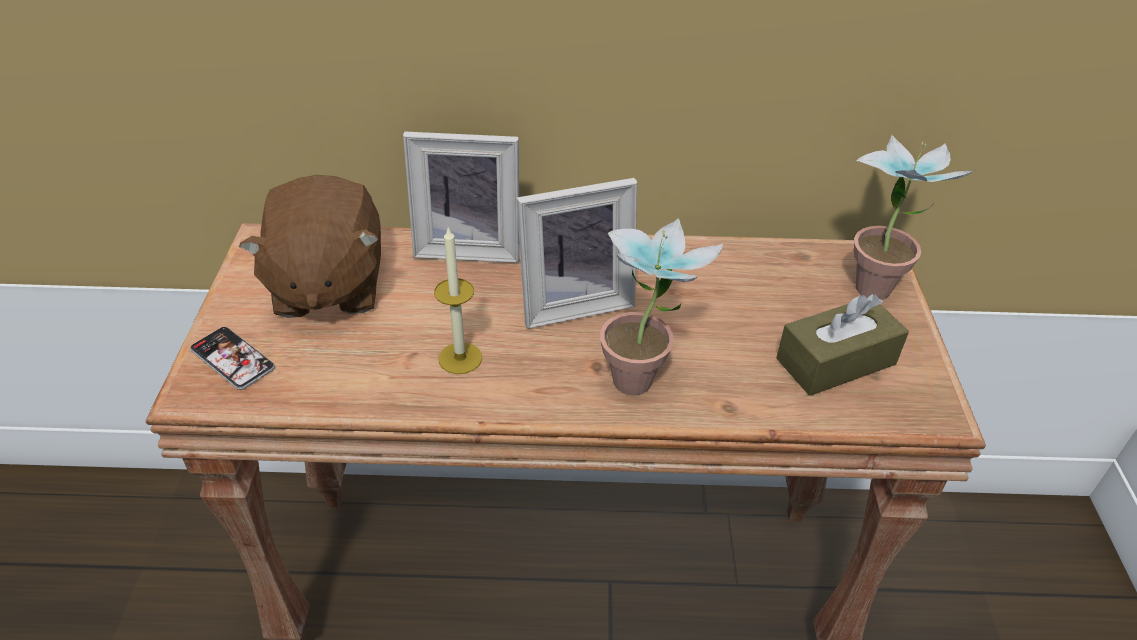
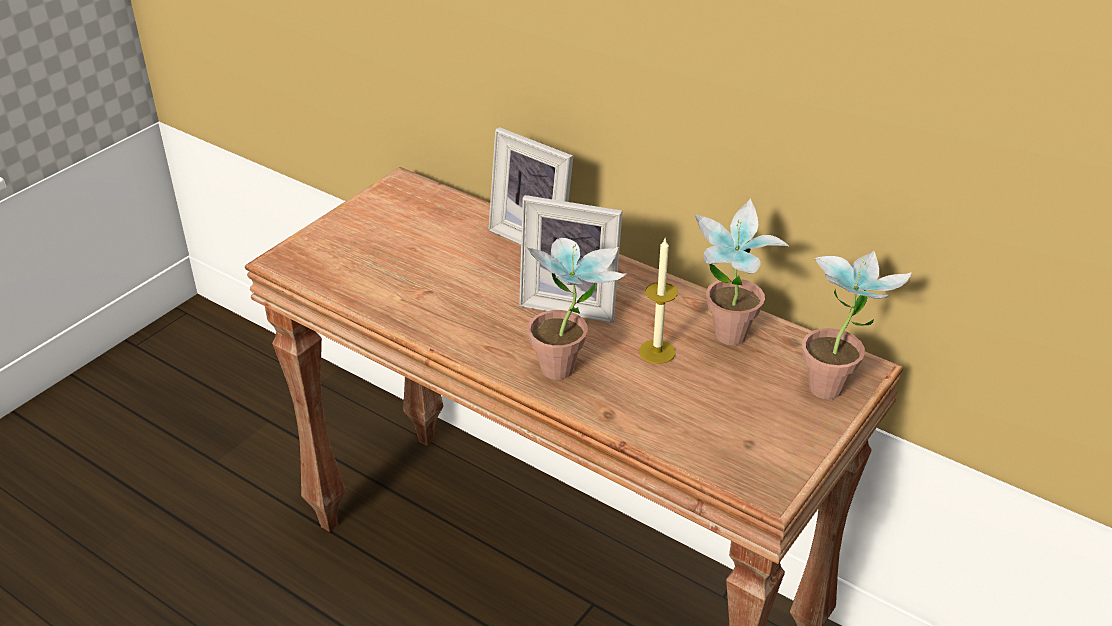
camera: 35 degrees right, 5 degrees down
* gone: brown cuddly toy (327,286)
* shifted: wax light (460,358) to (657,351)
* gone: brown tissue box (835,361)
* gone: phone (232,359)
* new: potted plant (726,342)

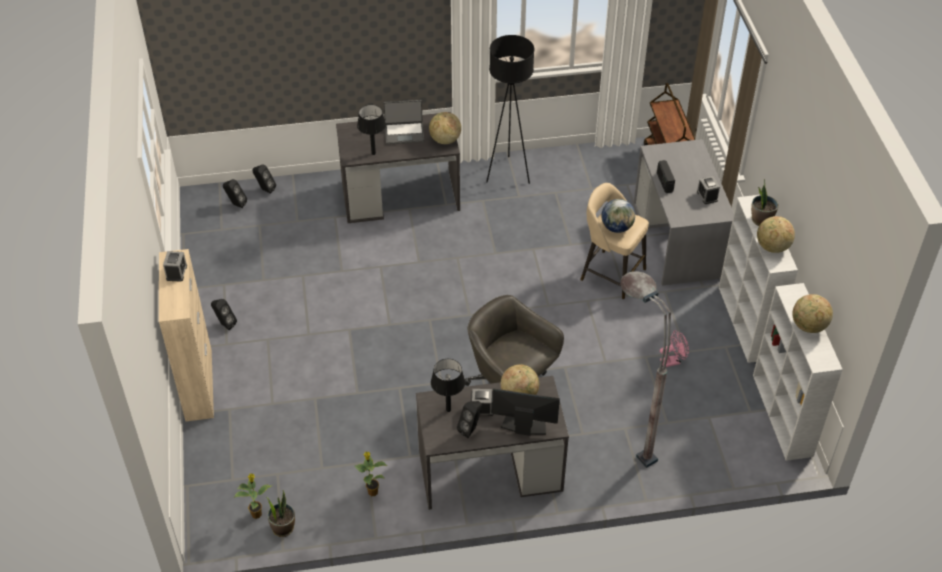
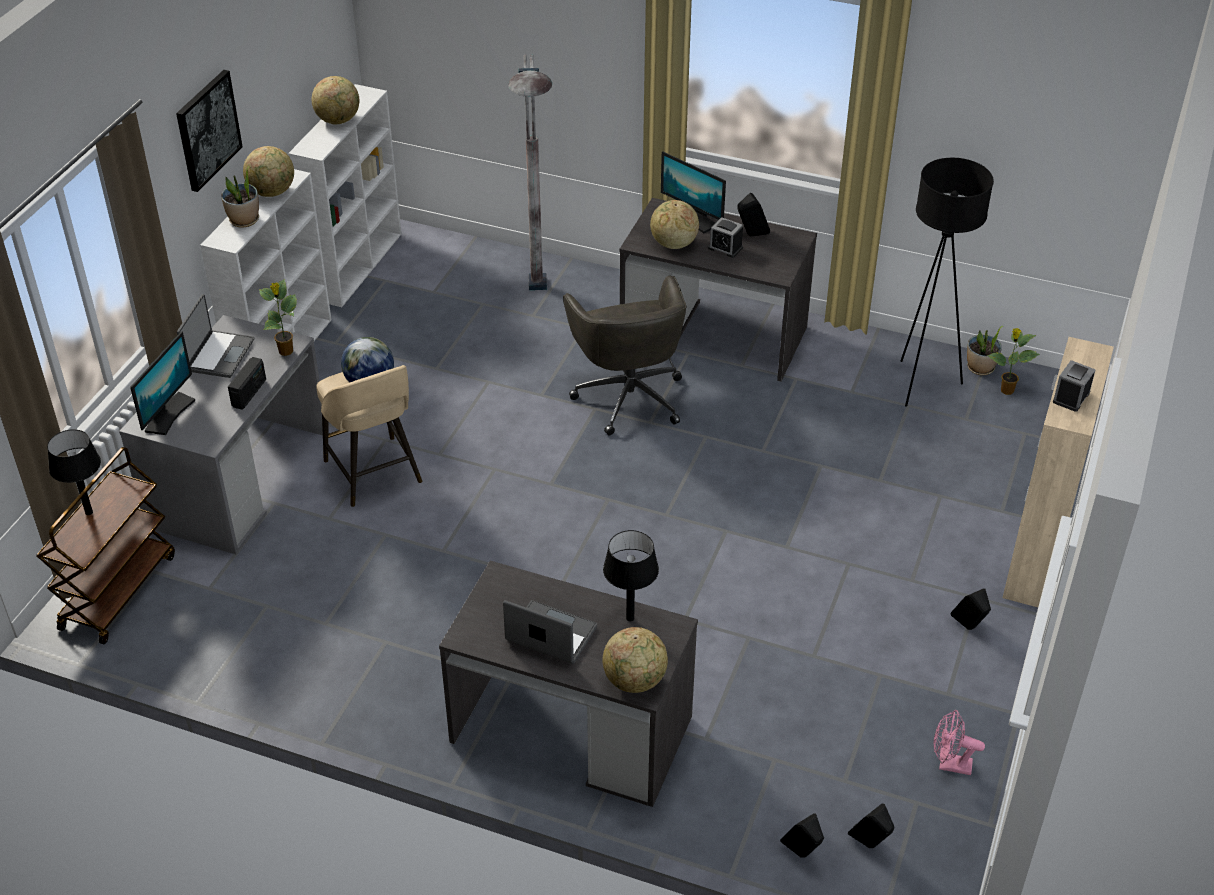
camera: 150 degrees left, 5 degrees down
* shifted: black-coloured standing lamp (508,173) to (922,384)
* shifted: globe (445,140) to (635,680)
* swapped: alarm clock (707,196) to notebook computer (219,355)
* shifted: pink-coloured cooling fan (673,361) to (949,765)
* shifted: black-coloured tabletop lamp (448,409) to (88,512)
* shifted: potted plant (372,491) to (286,352)
* new: wall picture (207,130)
* new: monitor (168,414)

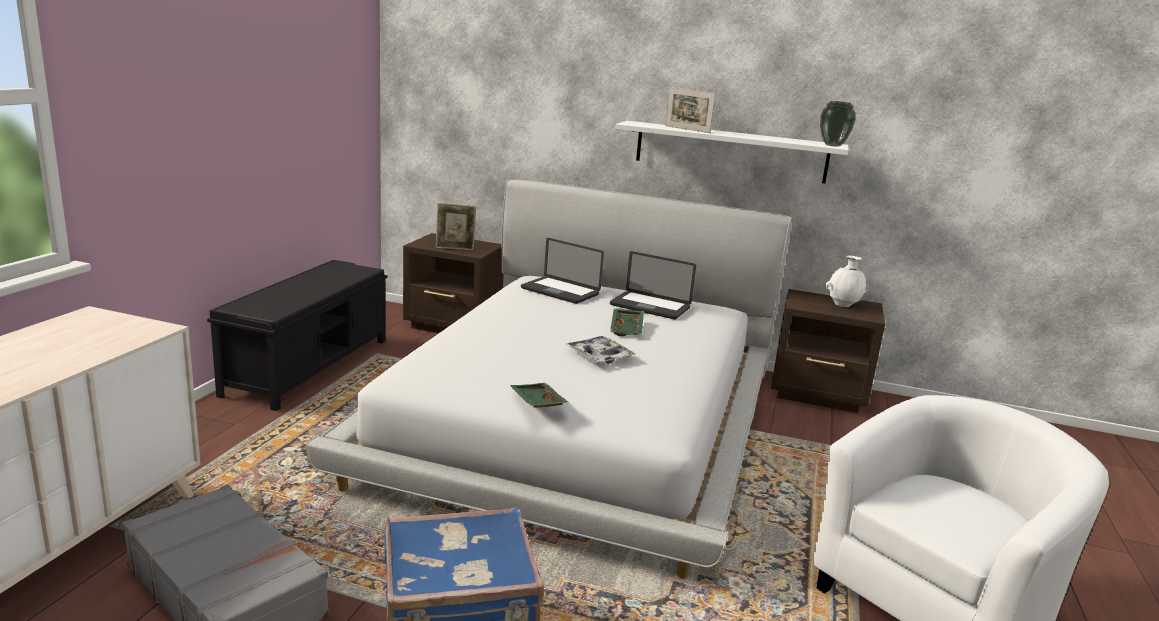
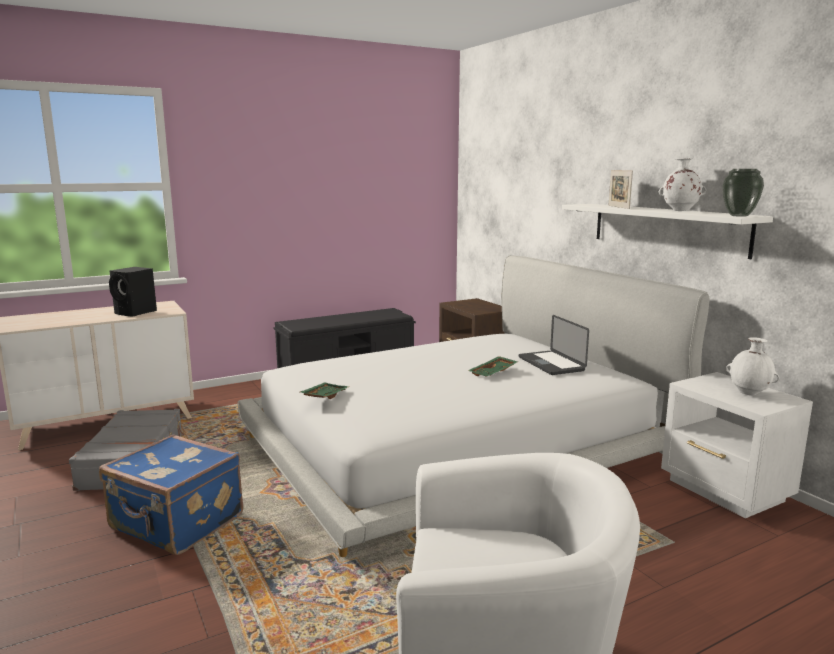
camera: 45 degrees right, 5 degrees down
* gone: standing frame (455,248)
* gone: notebook computer (560,291)
* repainted: brown nightstand (819,395) to white-coloured nightstand (726,491)
* gone: tray (599,356)
* new: white-coloured decorative vase (680,211)
* new: black-coloured audio speaker (136,312)

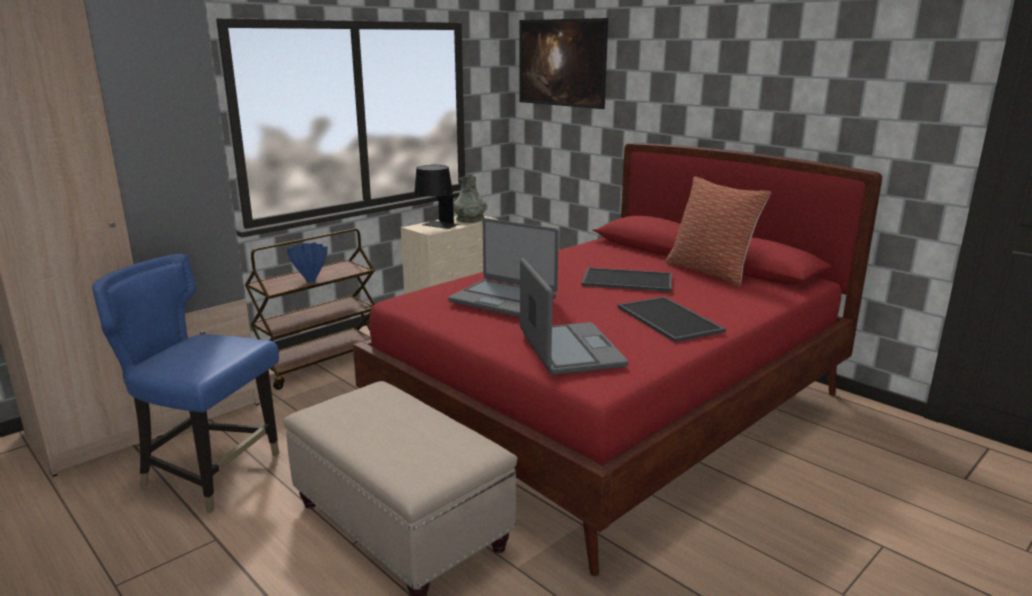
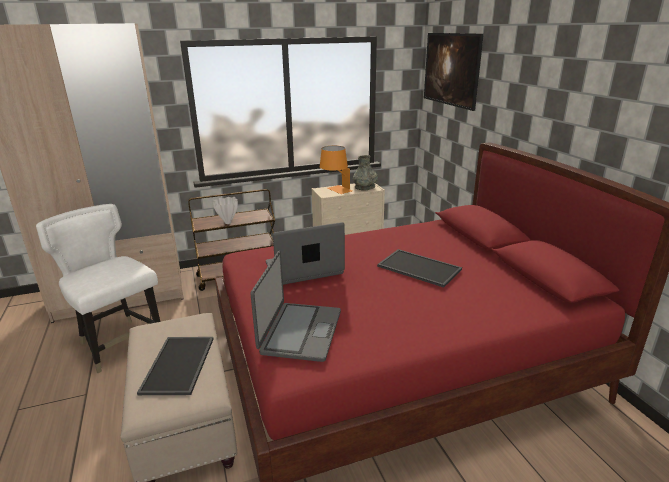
camera: 25 degrees right, 5 degrees up
* repainted: black-coloured tabletop lamp (436,226) to orange-coloured tabletop lamp (335,190)
* gone: cushion (711,271)
* rotated: notebook computer (503,299) = (304,269) 105 degrees clockwise
* repainted: blue-coloured decorative vase (310,281) to white-coloured decorative vase (227,223)
* repainted: blue-coloured plain chair (210,473) to white-coloured plain chair (120,344)
* shifted: tray (671,319) to (179,365)

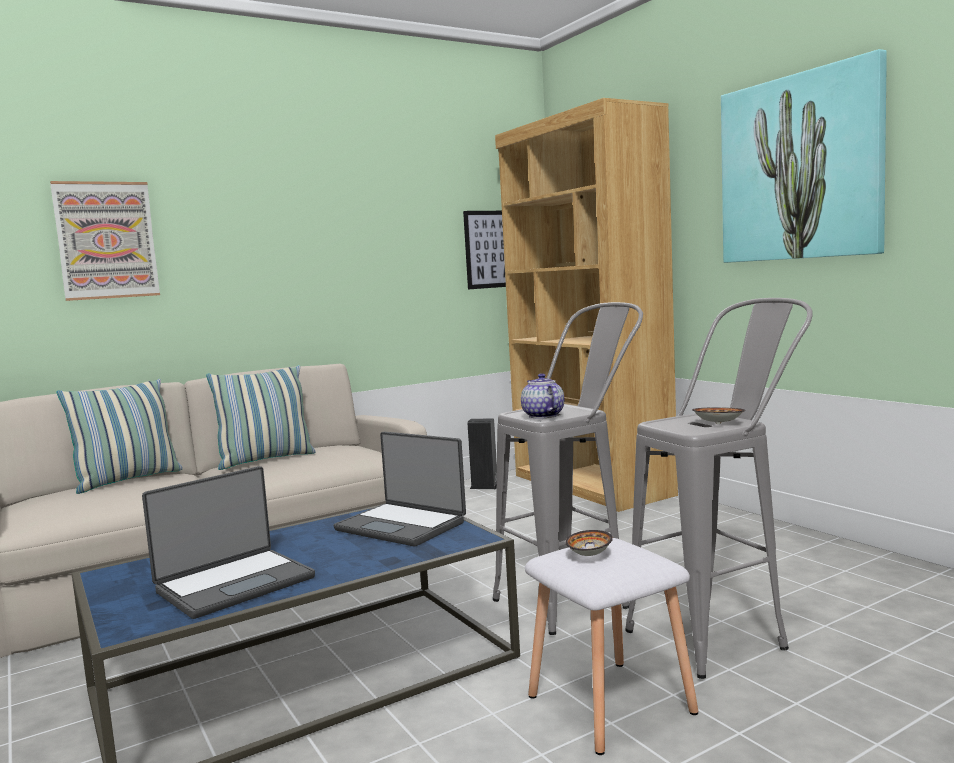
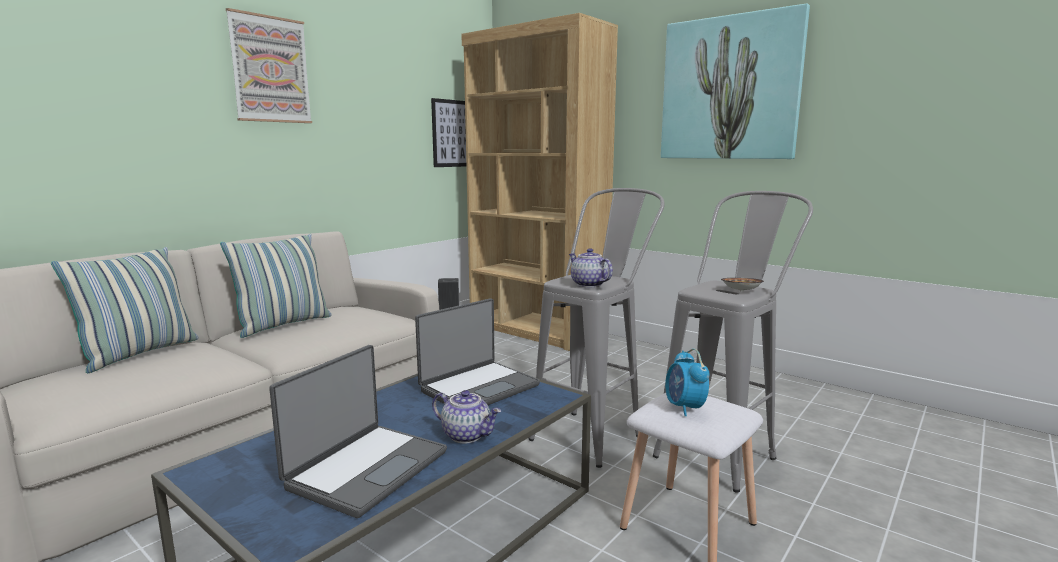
camera: 20 degrees left, 5 degrees up
* shifted: wall picture (106,240) to (270,70)
* rotated: notebook computer (402,525) = (478,387) 60 degrees counterclockwise
* swapped: deep dish (589,555) to alarm clock (684,408)
* new: teapot (467,435)

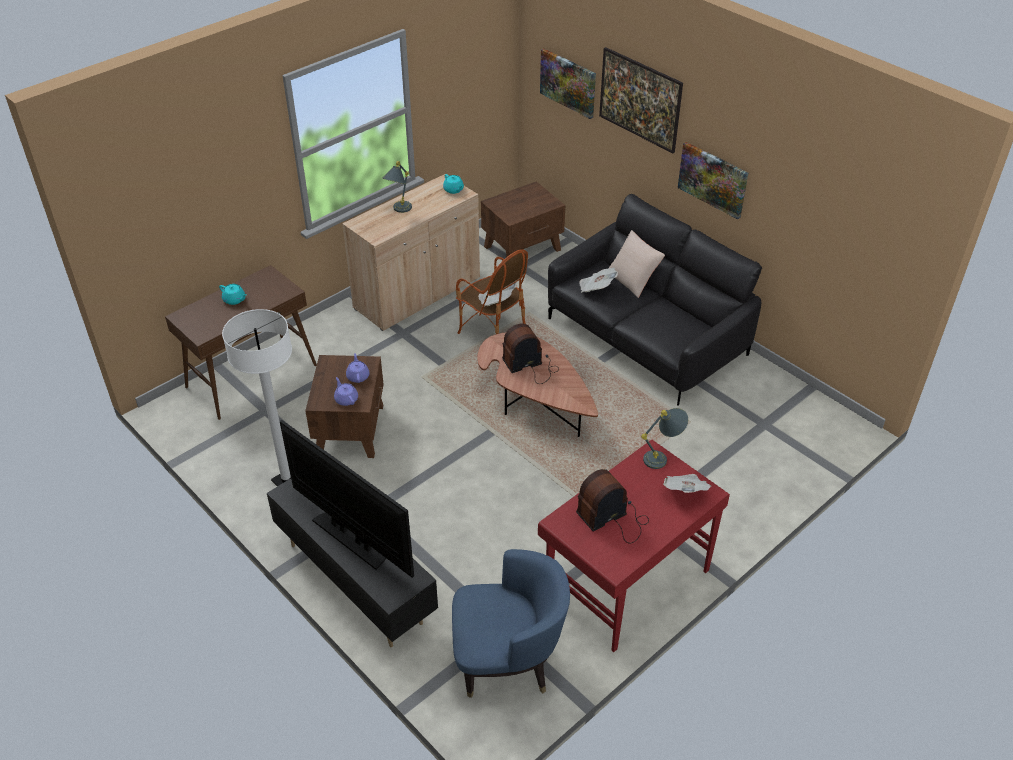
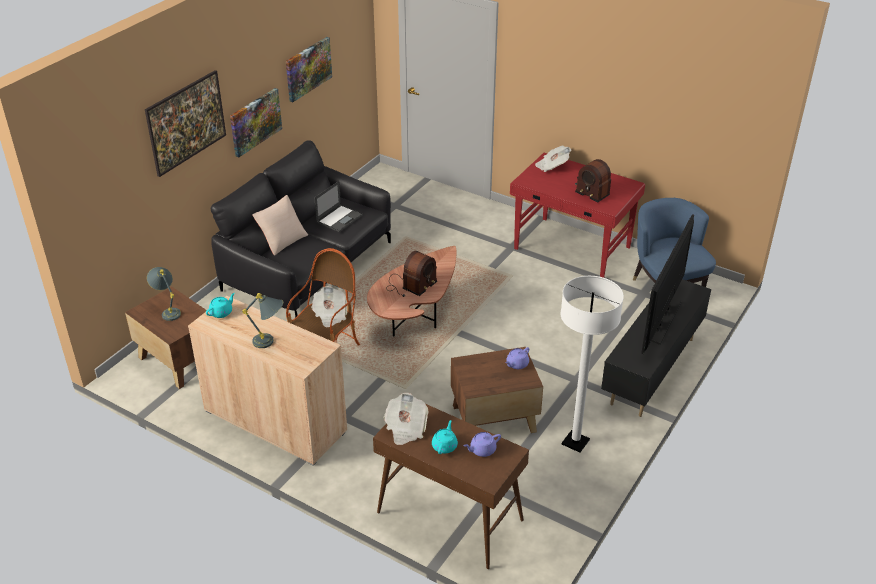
camera: 105 degrees left, 5 degrees down
* shifted: wall picture (568,82) to (308,68)
* shifted: printed paper (596,288) to (405,428)
* rotated: radio (531,366) = (410,285) 105 degrees counterclockwise
* shifted: purple teapot (358,376) to (482,450)
* shifted: grey tabletop lamp (663,458) to (168,311)
* new: notebook computer (339,218)

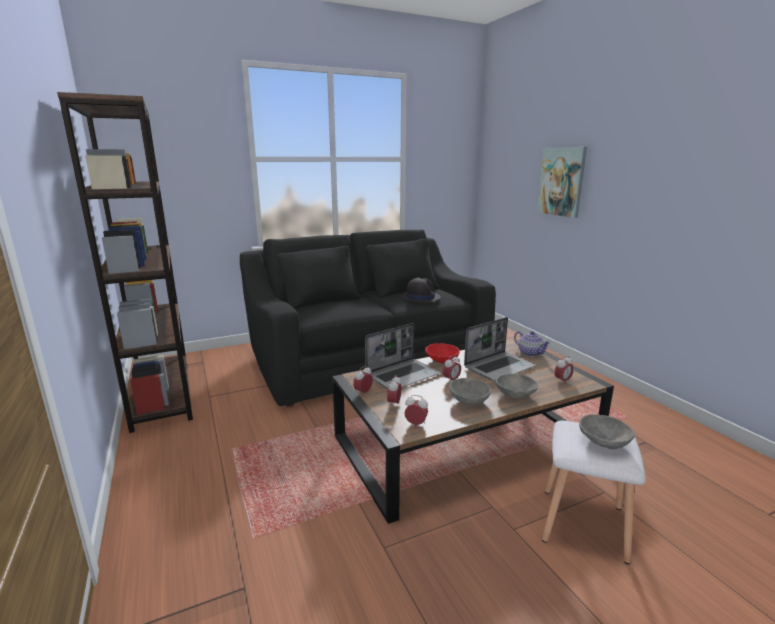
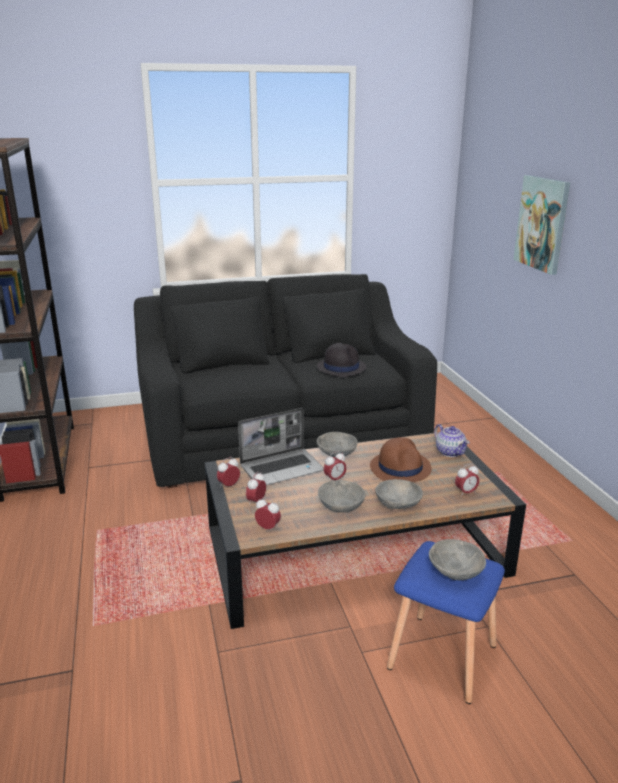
camera: 10 degrees right, 5 degrees up
* swapped: notebook computer (499,367) to brown hat (400,468)
* repainted: reddish deep dish (441,361) to grey deep dish (336,454)
* repainted: white-coloured sitting stool (584,525) to blue-coloured sitting stool (442,658)

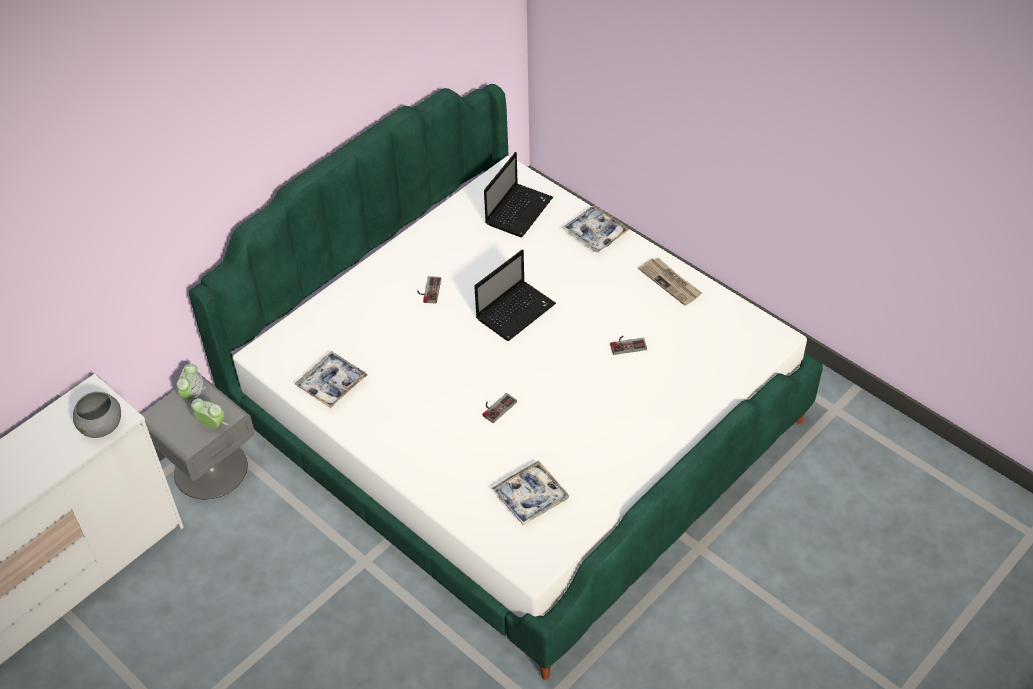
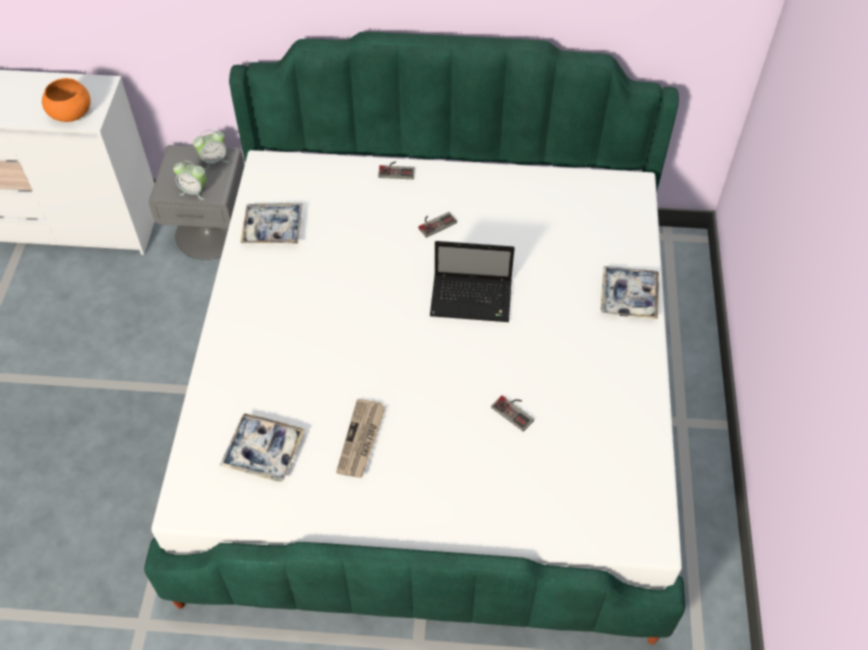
camera: 50 degrees right, 5 degrees up
* gone: notebook computer (519,210)
* shifted: printed paper (670,282) to (361,440)
* repainted: grey deep dish (102,426) to orange-coloured deep dish (71,114)
* shifted: joypad (496,406) to (396,170)
* rotated: alarm clock (212,425) = (194,191) 120 degrees clockwise

